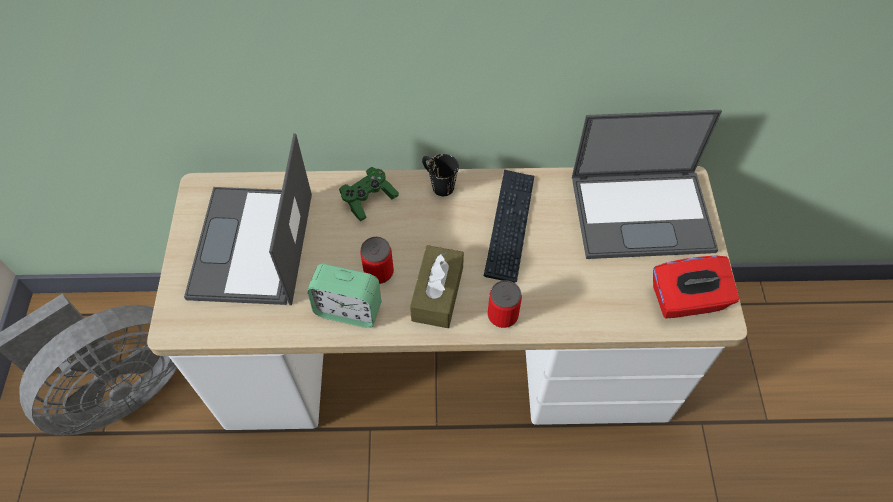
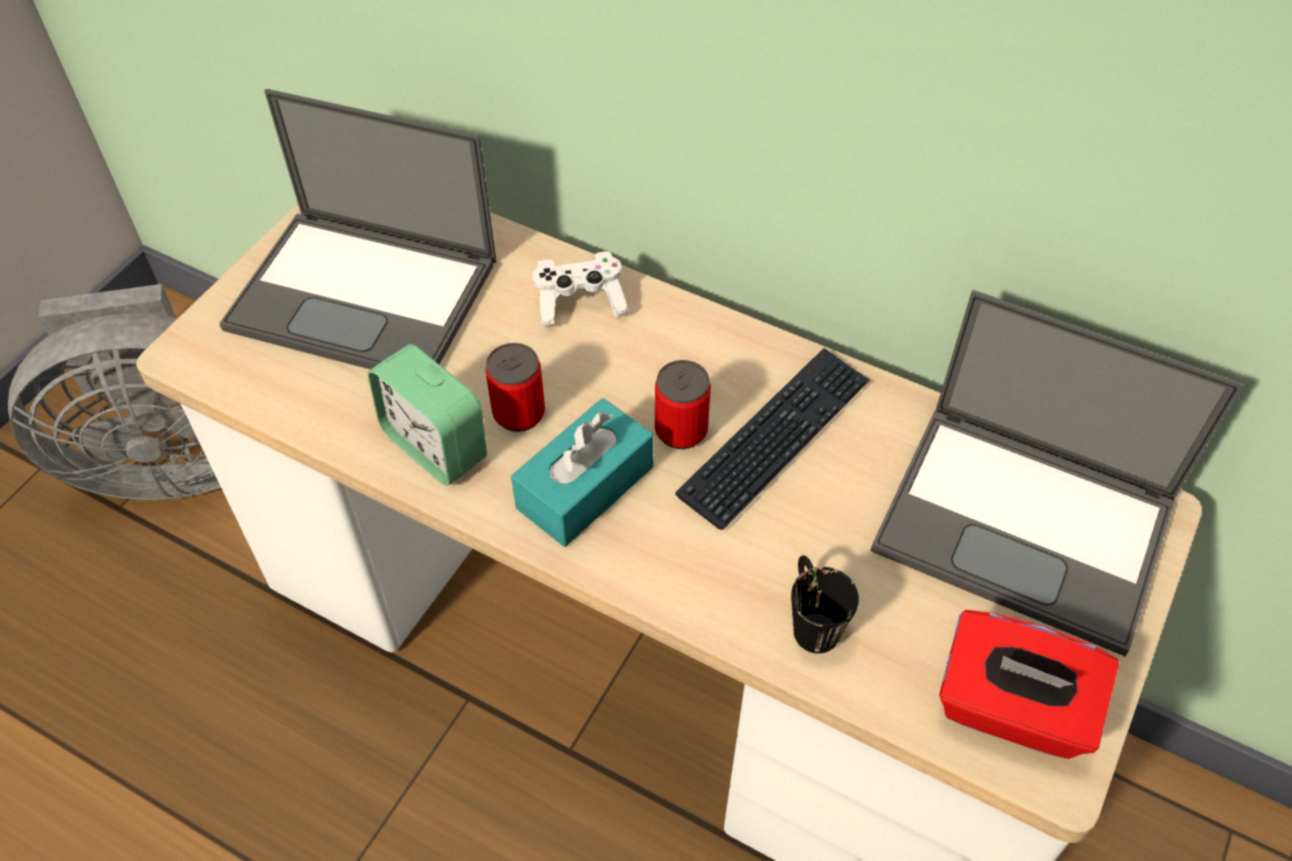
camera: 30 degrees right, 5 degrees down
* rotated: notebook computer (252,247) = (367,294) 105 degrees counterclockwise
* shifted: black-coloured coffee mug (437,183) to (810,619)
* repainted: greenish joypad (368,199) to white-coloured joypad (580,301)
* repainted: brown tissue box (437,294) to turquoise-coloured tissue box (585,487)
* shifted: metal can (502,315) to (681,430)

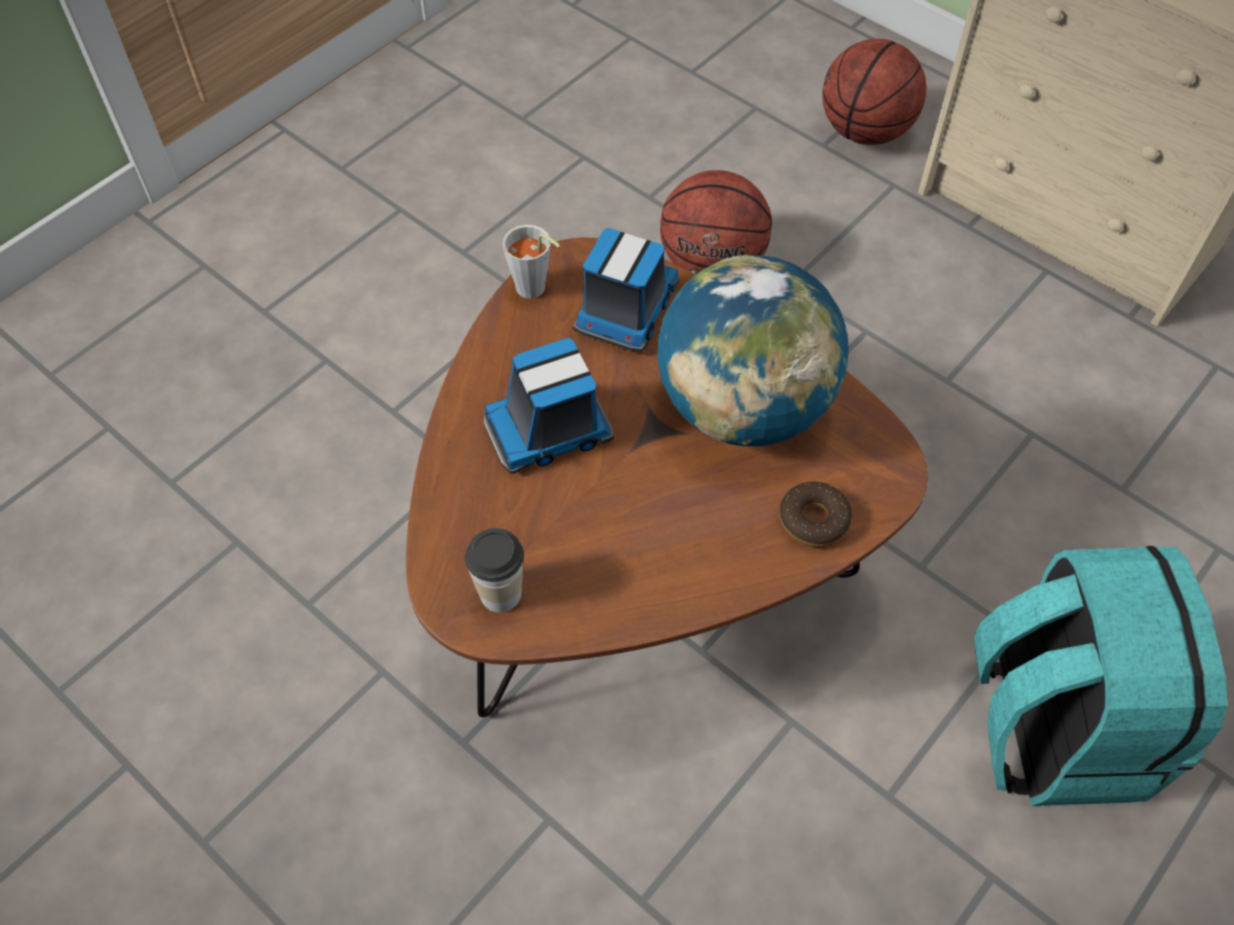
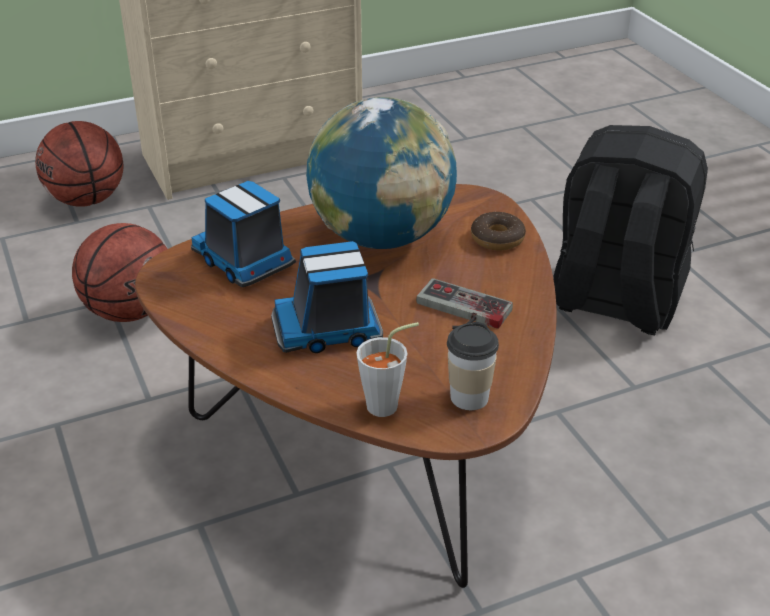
camera: 65 degrees left, 20 degrees down
* shifted: grey small cup (535,291) to (389,404)
* rotated: toy lorry (551,429) = (329,329) 75 degrees clockwise
* repainted: turquoise-coloured knapsack (1053,724) to black-coloured knapsack (615,301)
* new: joypad (459,312)

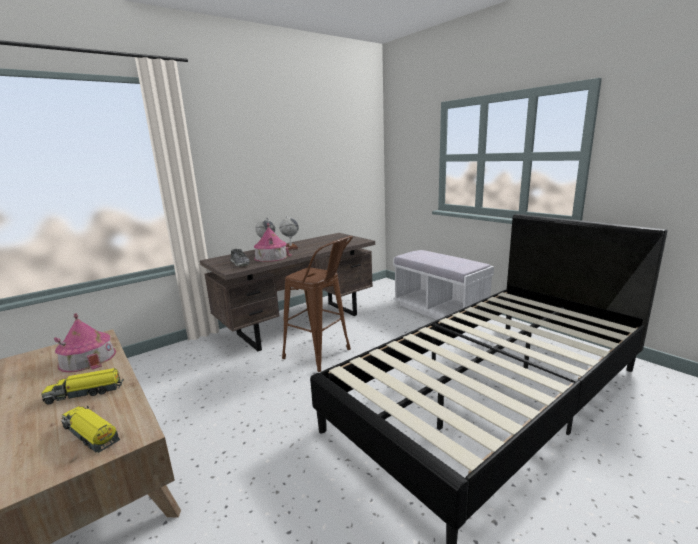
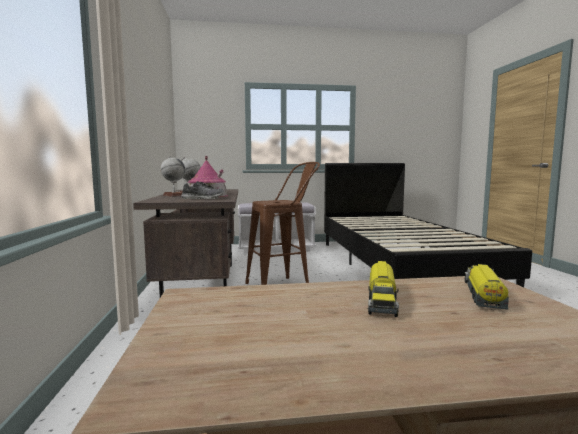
camera: 60 degrees left, 10 degrees down
* gone: model house (87,358)
* rotated: toy lorry (91,434) = (483,295) 135 degrees clockwise

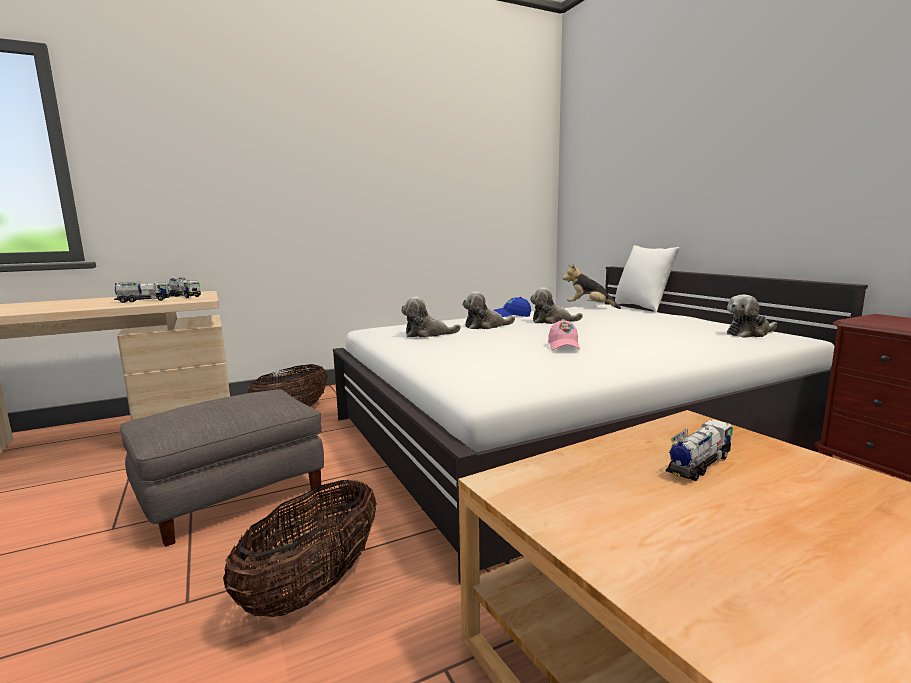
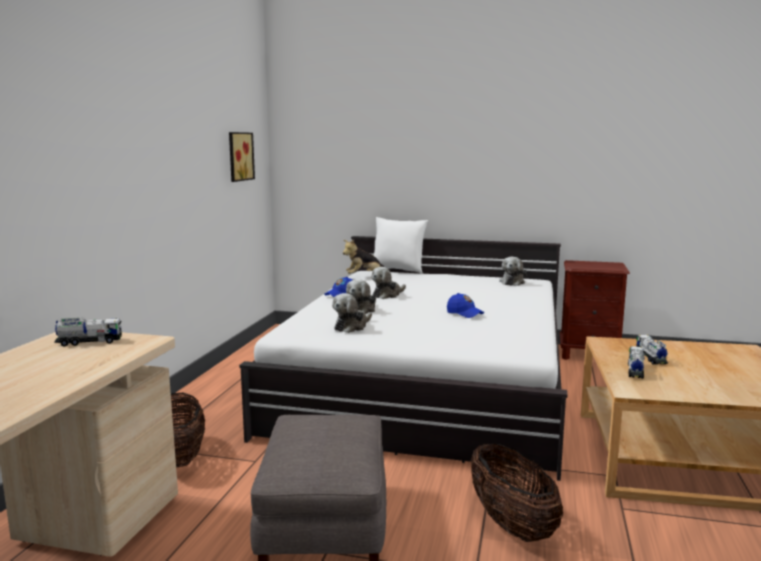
camera: 50 degrees left, 0 degrees up
* shifted: toy lorry (144,300) to (635,371)
* repainted: pink-coloured cap (563,346) to blue-coloured cap (464,314)
* new: wall picture (239,156)

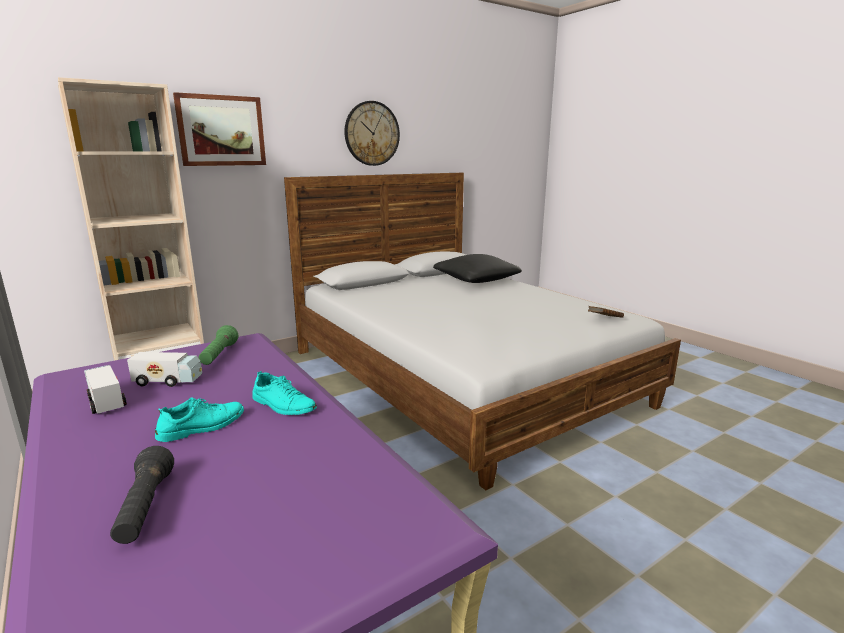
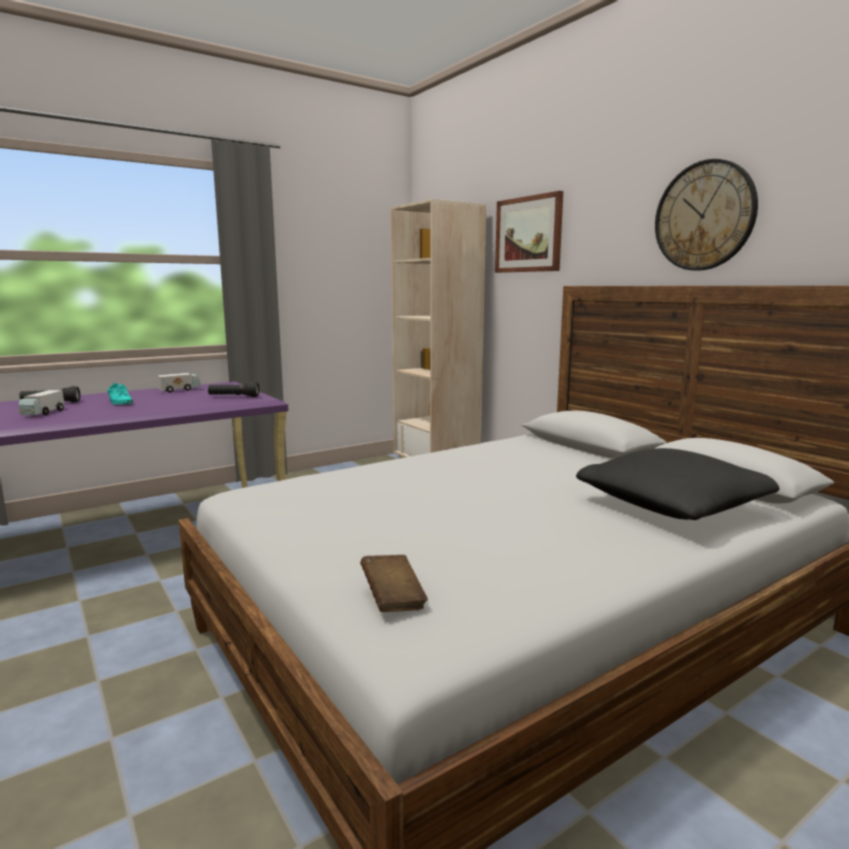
camera: 90 degrees right, 5 degrees down
* repainted: greenish flashlight (219,355) to black-coloured flashlight (234,397)
* shifted: toy lorry (168,381) to (43,413)
* gone: turquoise-coloured item of footwear (283,405)

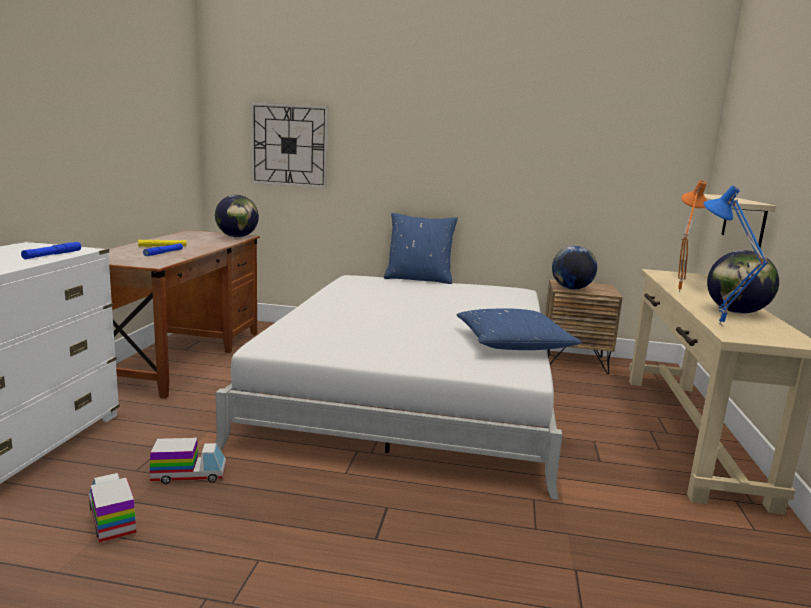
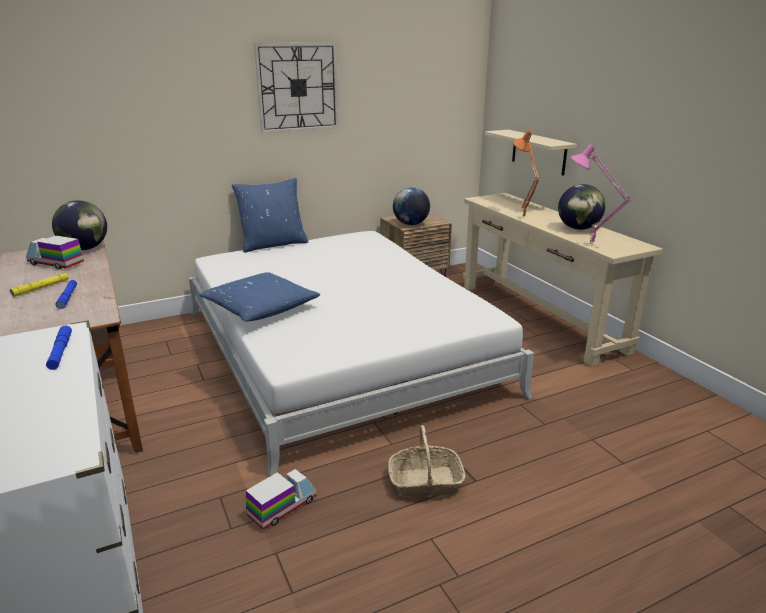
camera: 35 degrees left, 10 degrees up
* shifted: wall clock (289,145) to (298,87)
* repainted: blue-coloured tabletop lamp (718,325) to pink-coloured tabletop lamp (590,244)
* shifted: blue-coloured cushion (513,344) to (260,308)
* shifted: toy lorry (112,519) to (56,263)
* new: storage basket (425,482)

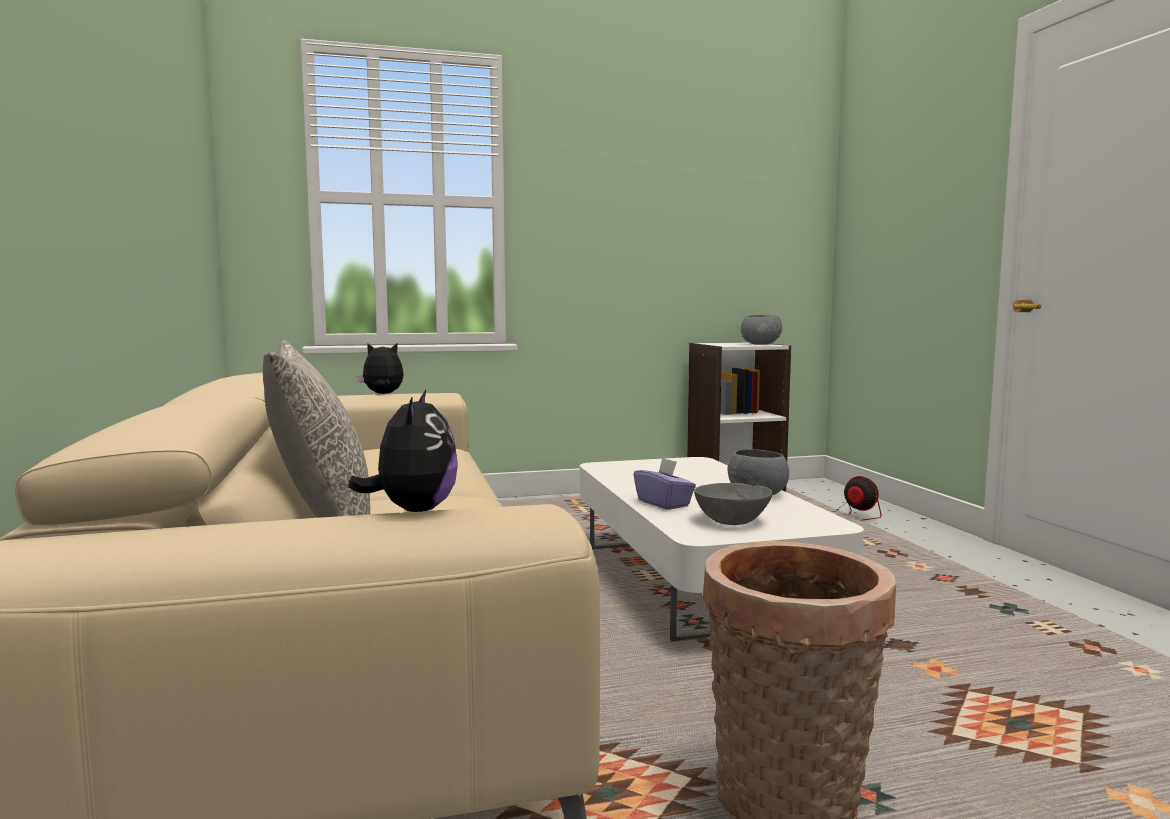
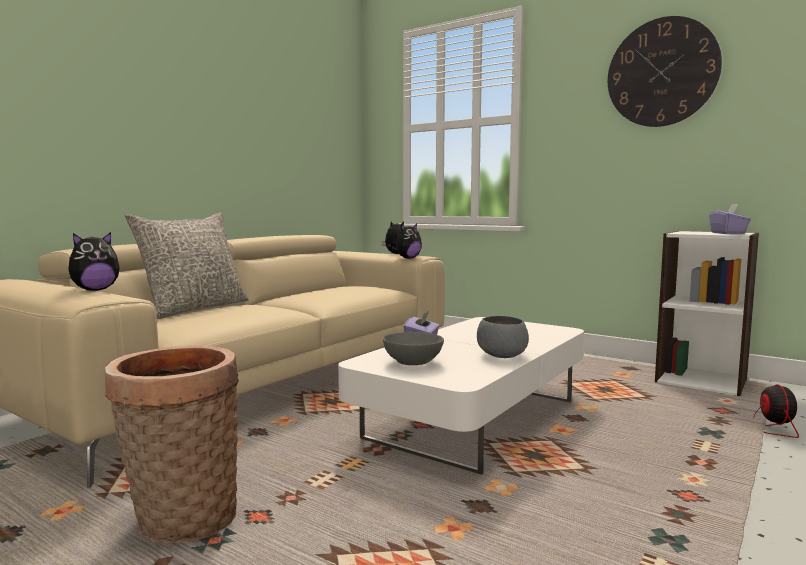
camera: 50 degrees right, 0 degrees up
* swapped: grey deep dish (760,344) to purple tissue box (728,233)
* new: wall clock (662,72)
* new: cuddly toy (407,258)

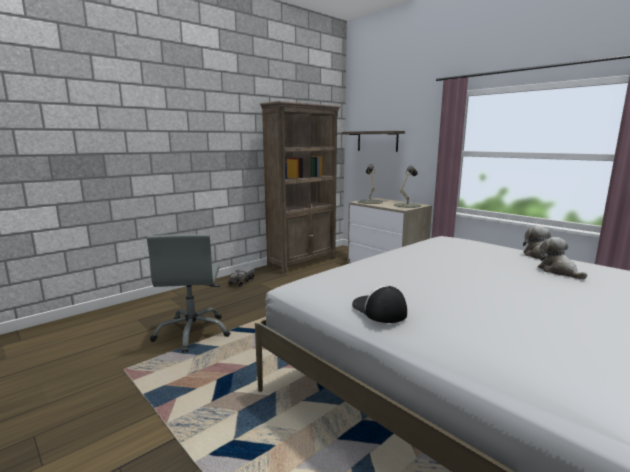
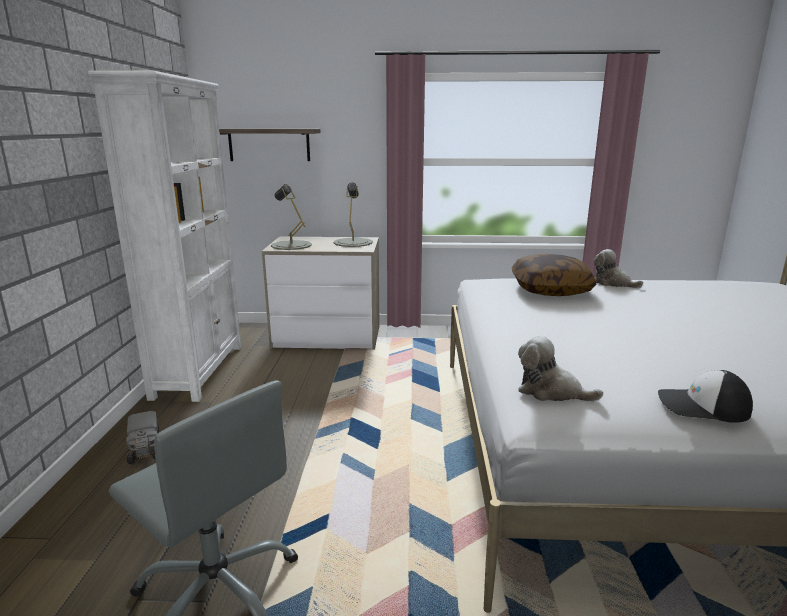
camera: 45 degrees left, 5 degrees up
* repainted: brown bookcase (303,262) to white-coloured bookcase (199,370)
* shifted: cuddly toy (559,271) to (551,391)
* new: cushion (550,290)

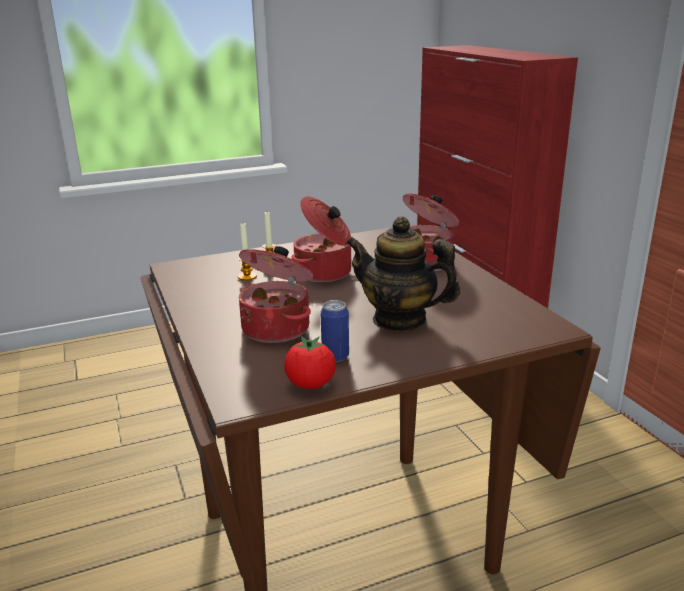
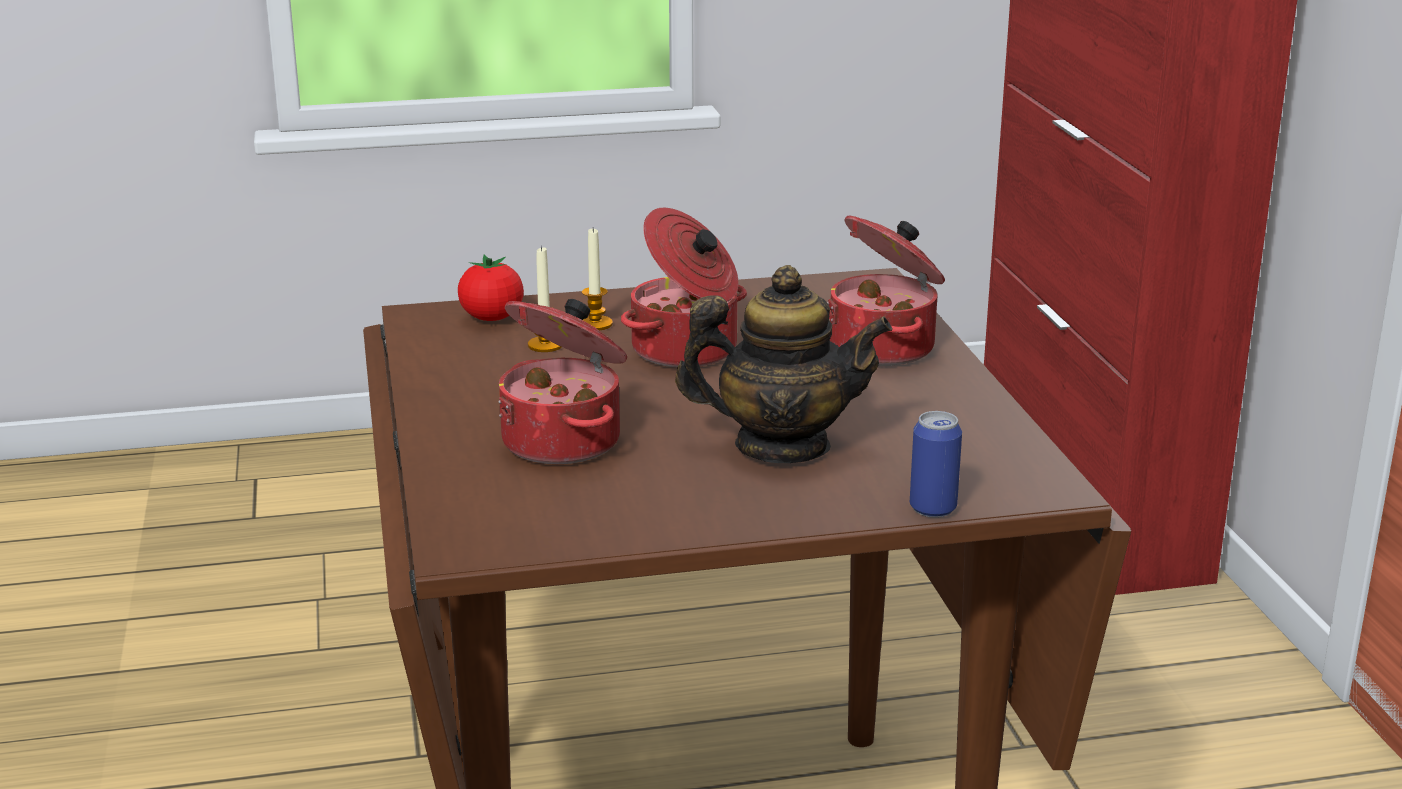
camera: 10 degrees right, 0 degrees up
* rotated: teapot (399,319) = (781,446) 150 degrees clockwise
* shifted: metal can (335,356) to (933,508)
* shifted: fresh tomato (310,384) to (492,318)

